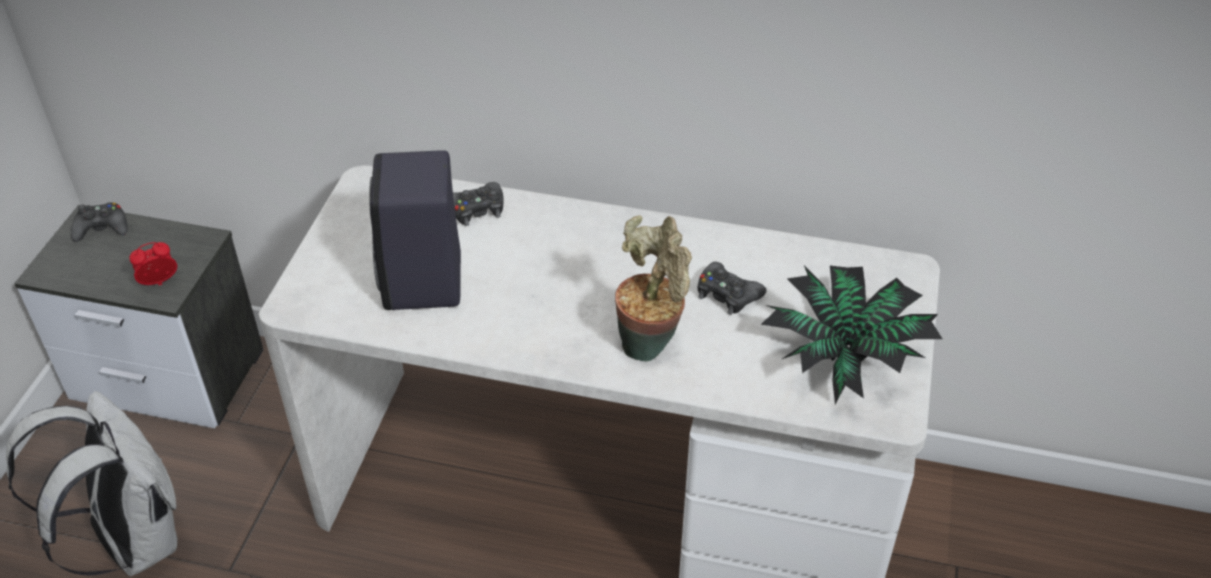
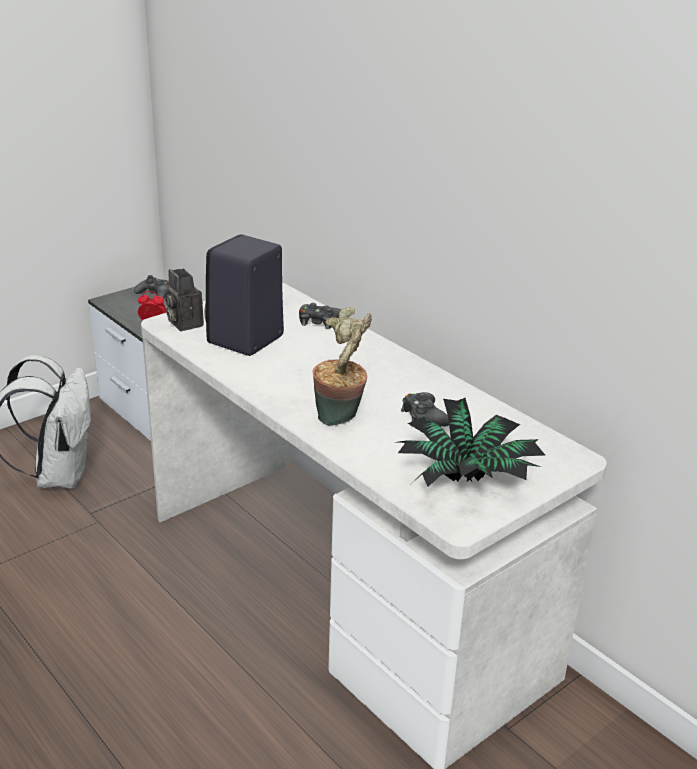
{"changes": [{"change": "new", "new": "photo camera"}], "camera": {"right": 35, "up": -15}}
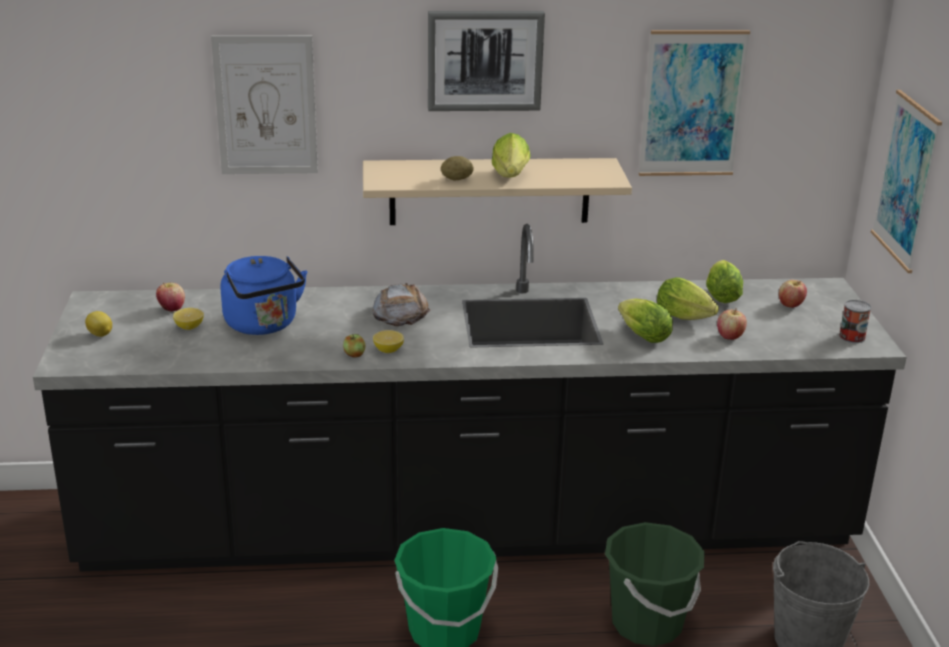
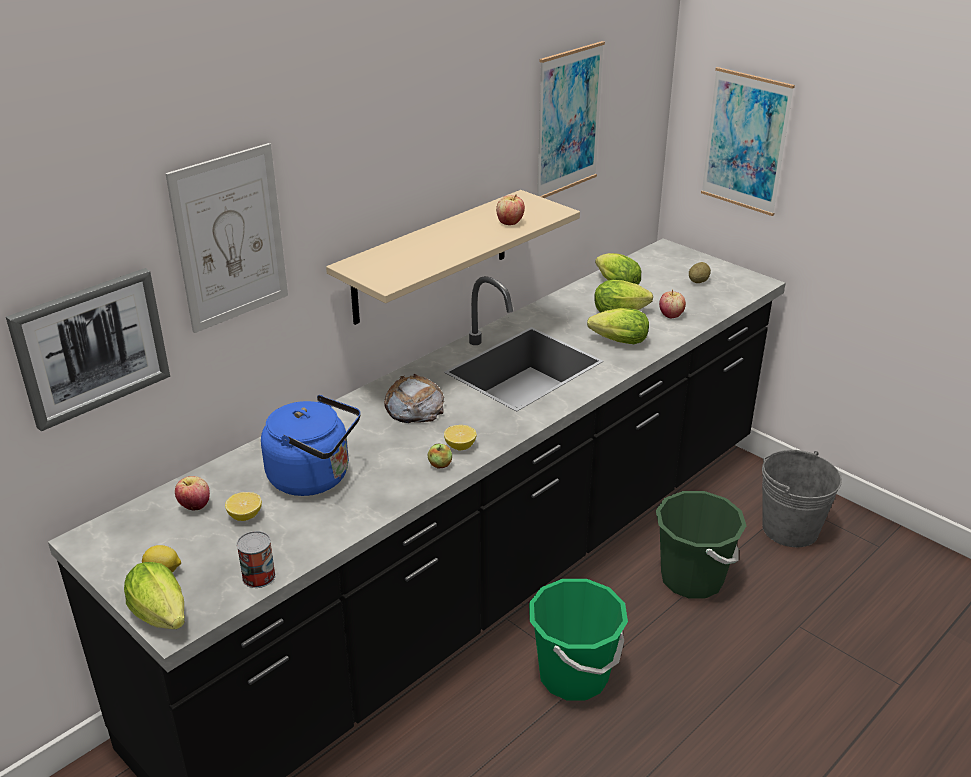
{"changes": [{"change": "shifted", "old": "picture (no. 2 from left in the first image)", "new": "picture (no. 1 from left)"}, {"change": "shifted", "old": "lettuce (no. 1 from left)"}, {"change": "shifted", "old": "can"}, {"change": "shifted", "old": "apple (no. 4 from left in the first image)", "new": "apple (no. 3 from left)"}, {"change": "shifted", "old": "potato"}], "camera": {"right": -40, "up": 5}}
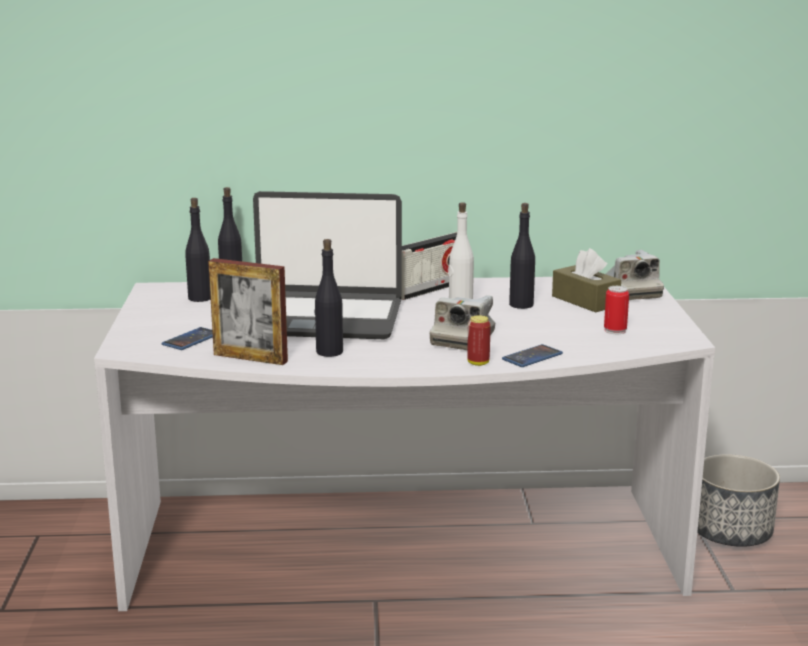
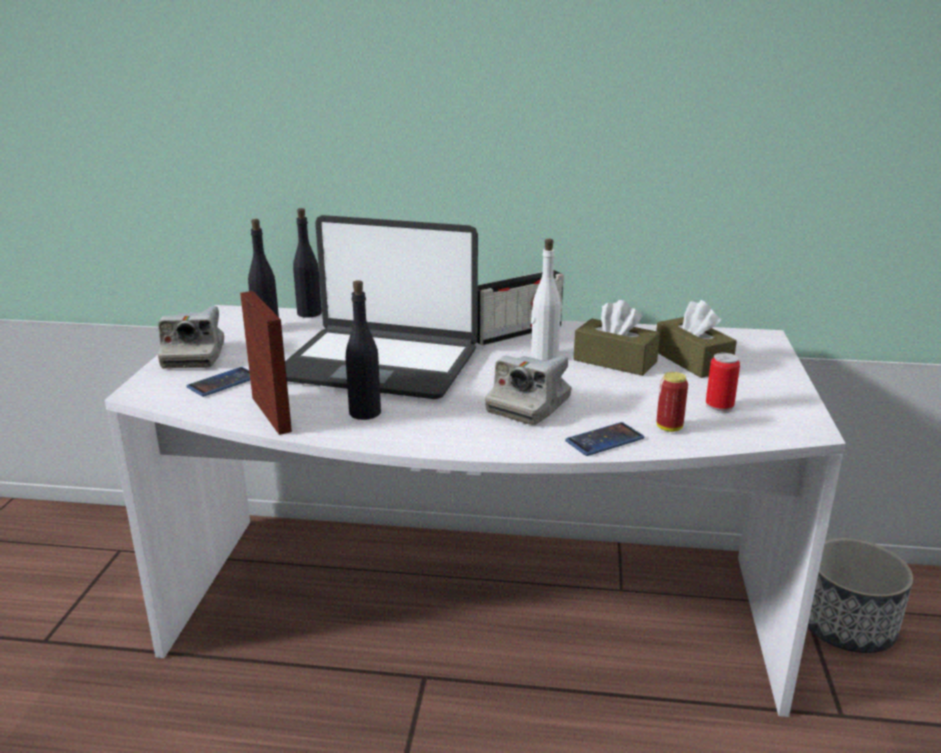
{"changes": [{"change": "shifted", "old": "photo camera (no. 2 from left in the first image)", "new": "photo camera (no. 1 from left)"}, {"change": "rotated", "old": "picture frame", "degrees": -150}, {"change": "swapped", "old": "bottle (black) (no. 4 from left)", "new": "tissue box (brown) (no. 1 from left)"}, {"change": "shifted", "old": "can (no. 1 from left)"}], "camera": {"right": 10, "up": 5}}
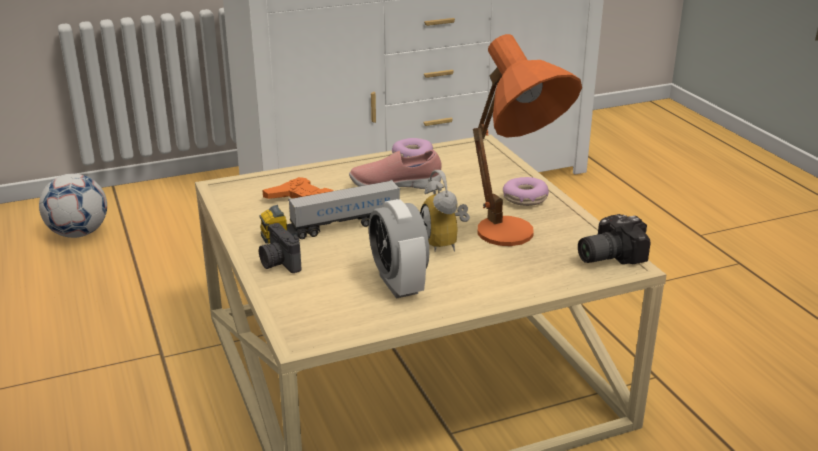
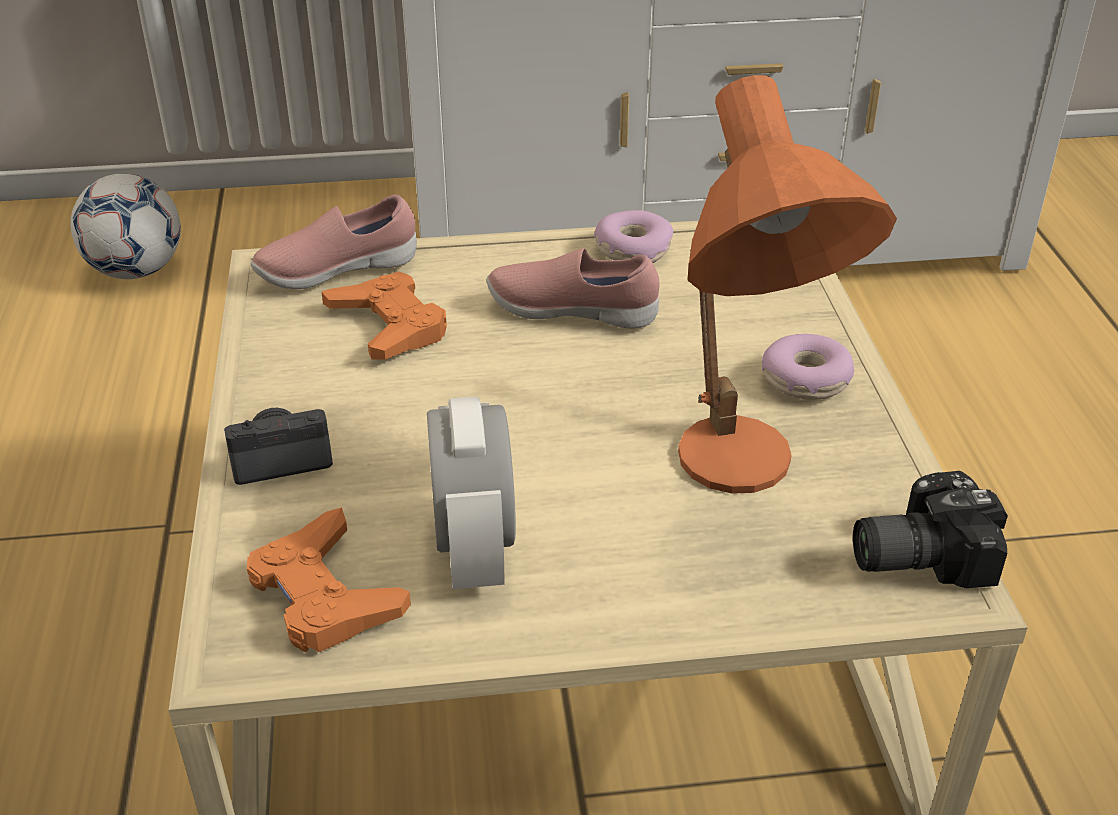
{"changes": [{"change": "rotated", "old": "photo camera (no. 1 from left)", "degrees": 90}, {"change": "new", "new": "game controller (orange) (no. 1 from left)"}, {"change": "new", "new": "shoe (pink) (no. 1 from left)"}, {"change": "gone", "old": "toy truck"}, {"change": "gone", "old": "alarm clock (no. 2 from left)"}], "camera": {"right": 15, "up": 10}}
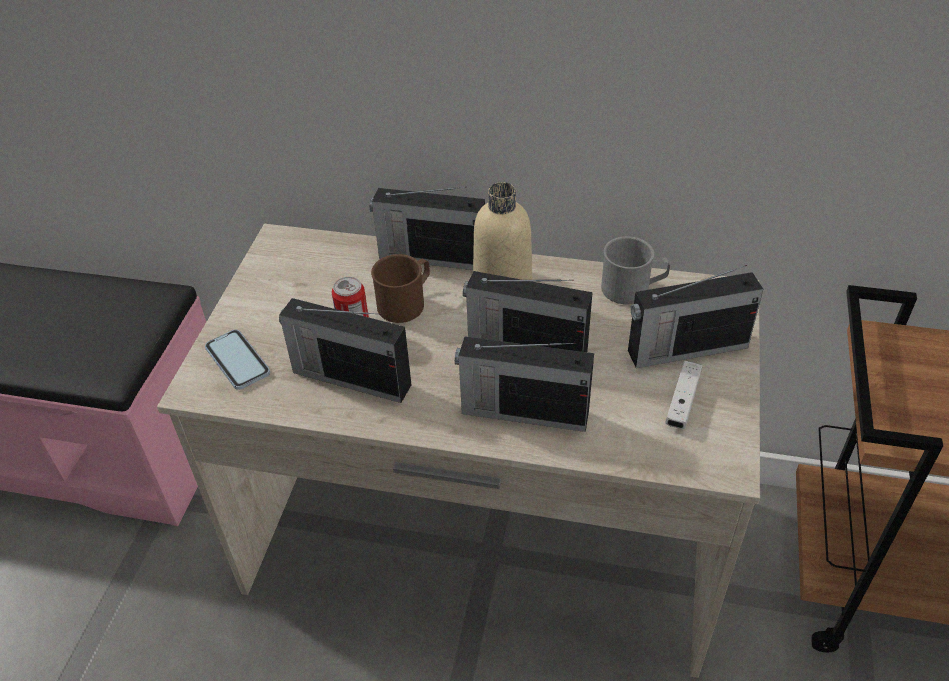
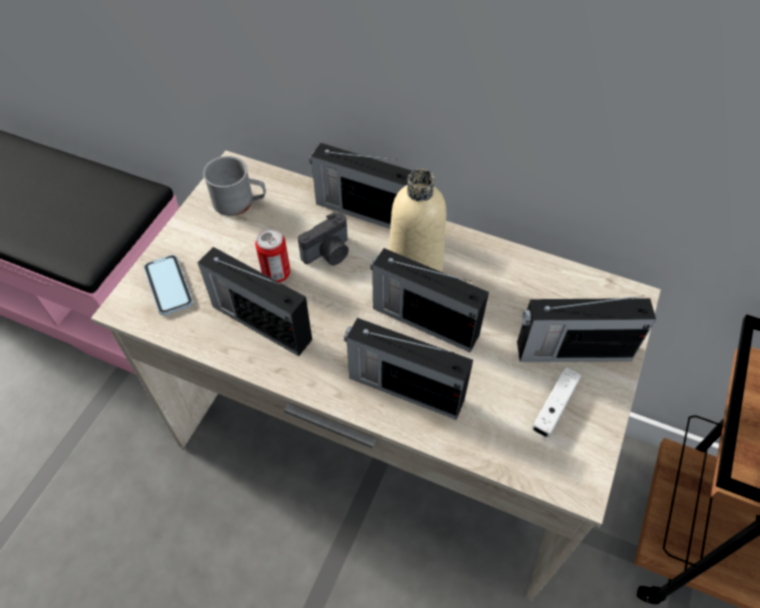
{"changes": [{"change": "shifted", "old": "mug (grey)"}, {"change": "swapped", "old": "mug (brown)", "new": "photo camera"}], "camera": {"right": 10, "up": 10}}
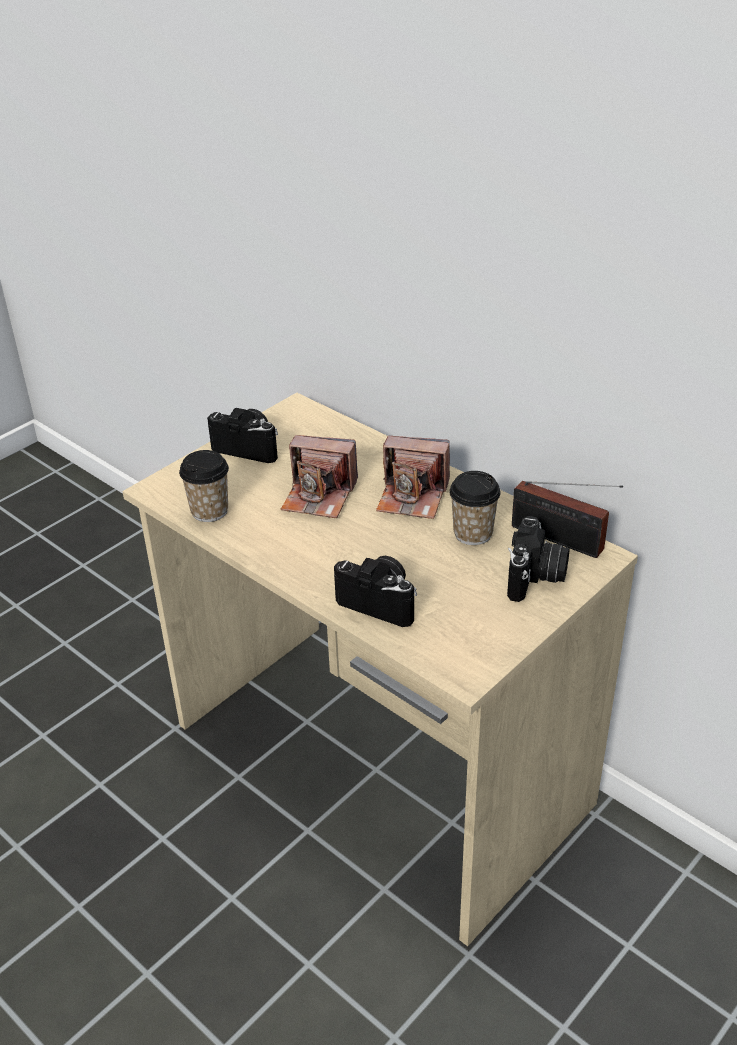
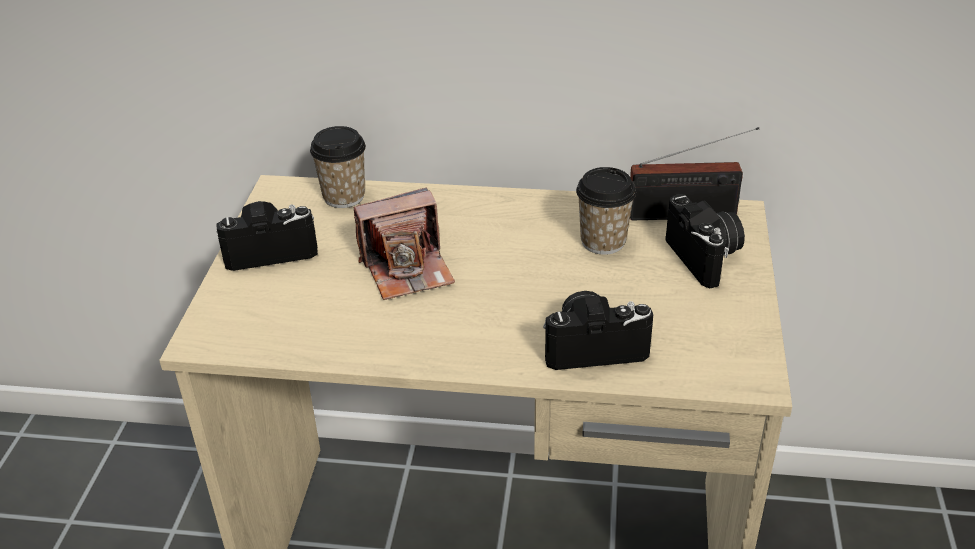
{"changes": [{"change": "shifted", "old": "cup (no. 1 from left)"}, {"change": "gone", "old": "photo camera (no. 4 from left)"}], "camera": {"right": -35, "up": 0}}
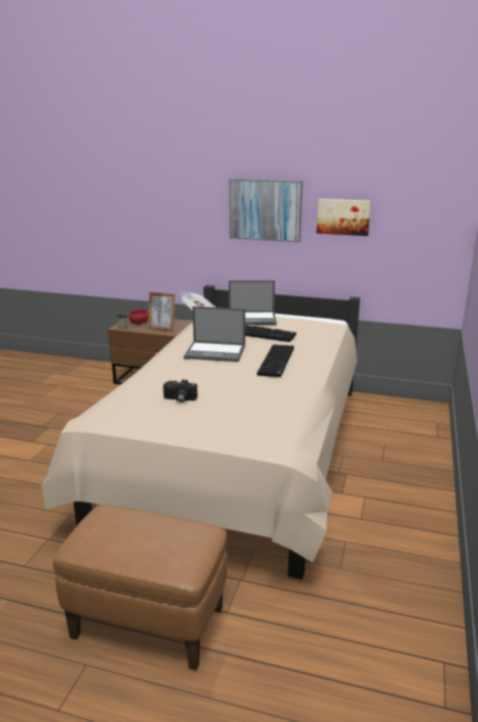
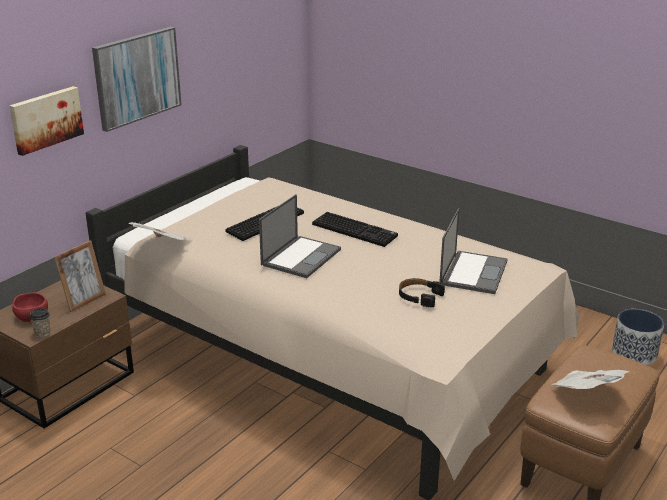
{"changes": [{"change": "shifted", "old": "picture (no. 2 from left in the first image)", "new": "picture (no. 1 from left)"}, {"change": "swapped", "old": "photo camera", "new": "headphones (black)"}, {"change": "shifted", "old": "laptop (no. 2 from left)"}, {"change": "new", "new": "newspaper (no. 2 from left)"}, {"change": "new", "new": "planter"}], "camera": {"right": -70, "up": 5}}
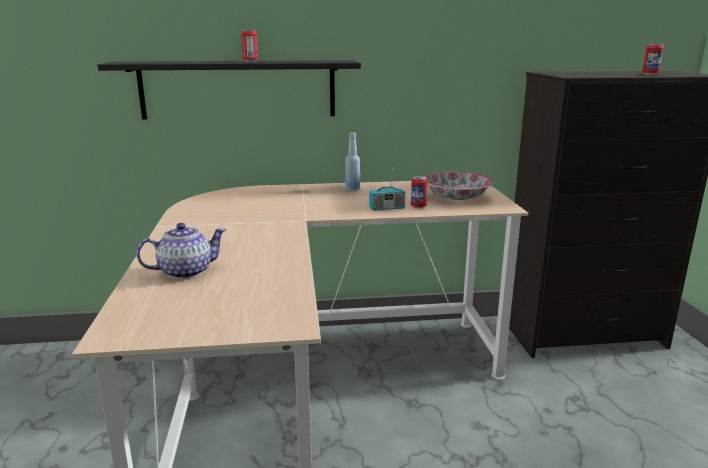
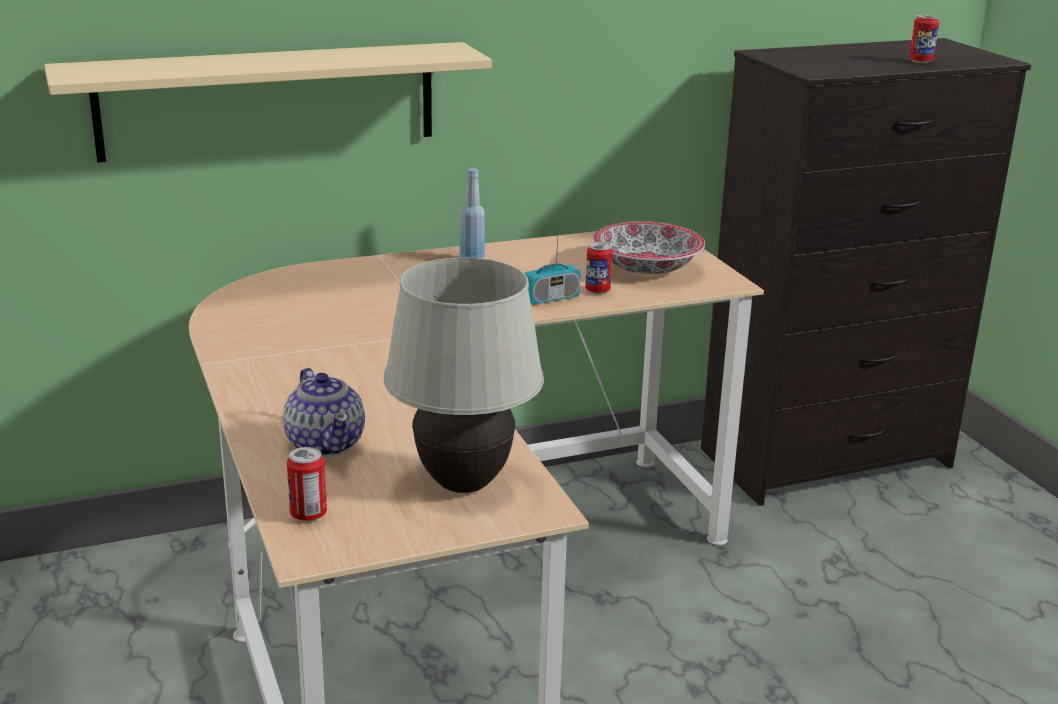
{"changes": [{"change": "repainted", "old": "shelf (black)", "new": "shelf (beige)"}, {"change": "rotated", "old": "teapot", "degrees": 105}, {"change": "shifted", "old": "can (no. 1 from left)"}, {"change": "new", "new": "table lamp (white)"}], "camera": {"right": -15, "up": 5}}
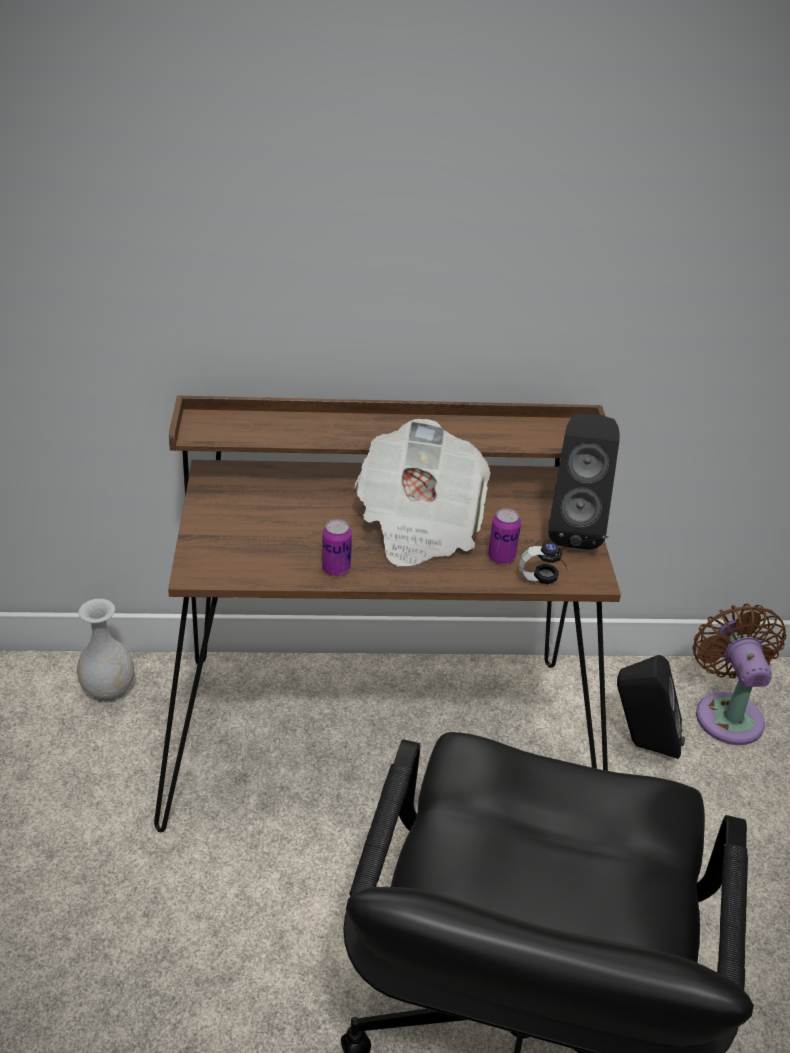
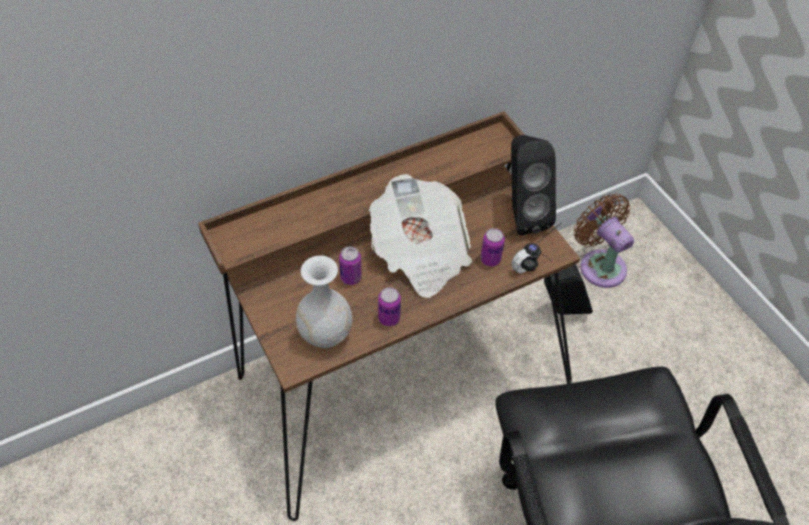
{"changes": [{"change": "shifted", "old": "vase (white)"}, {"change": "new", "new": "can (no. 1 from left)"}], "camera": {"right": -25, "up": 15}}
